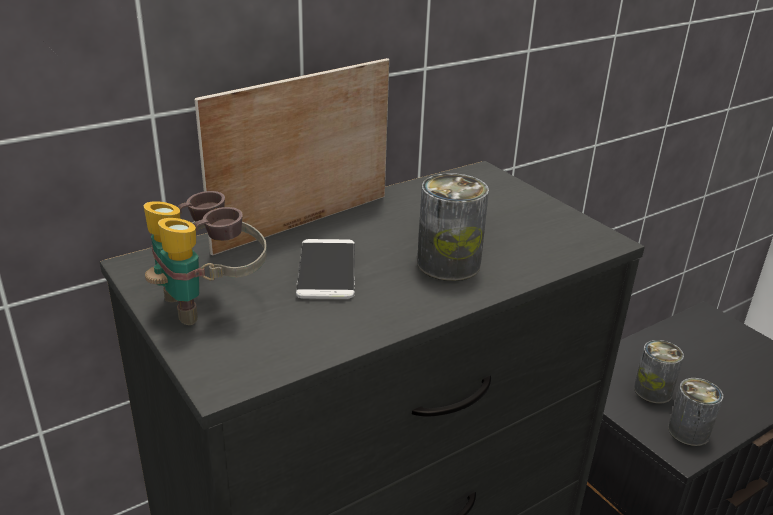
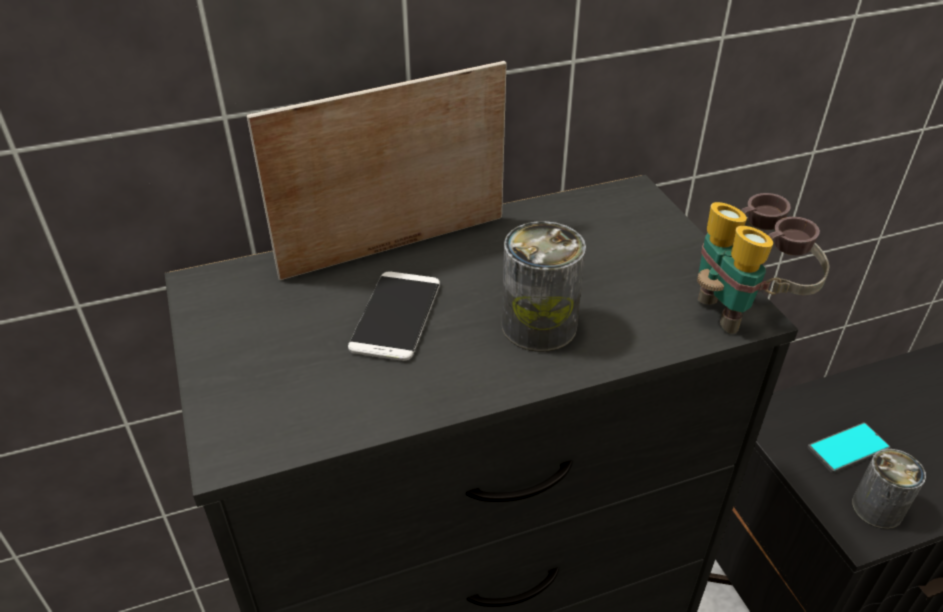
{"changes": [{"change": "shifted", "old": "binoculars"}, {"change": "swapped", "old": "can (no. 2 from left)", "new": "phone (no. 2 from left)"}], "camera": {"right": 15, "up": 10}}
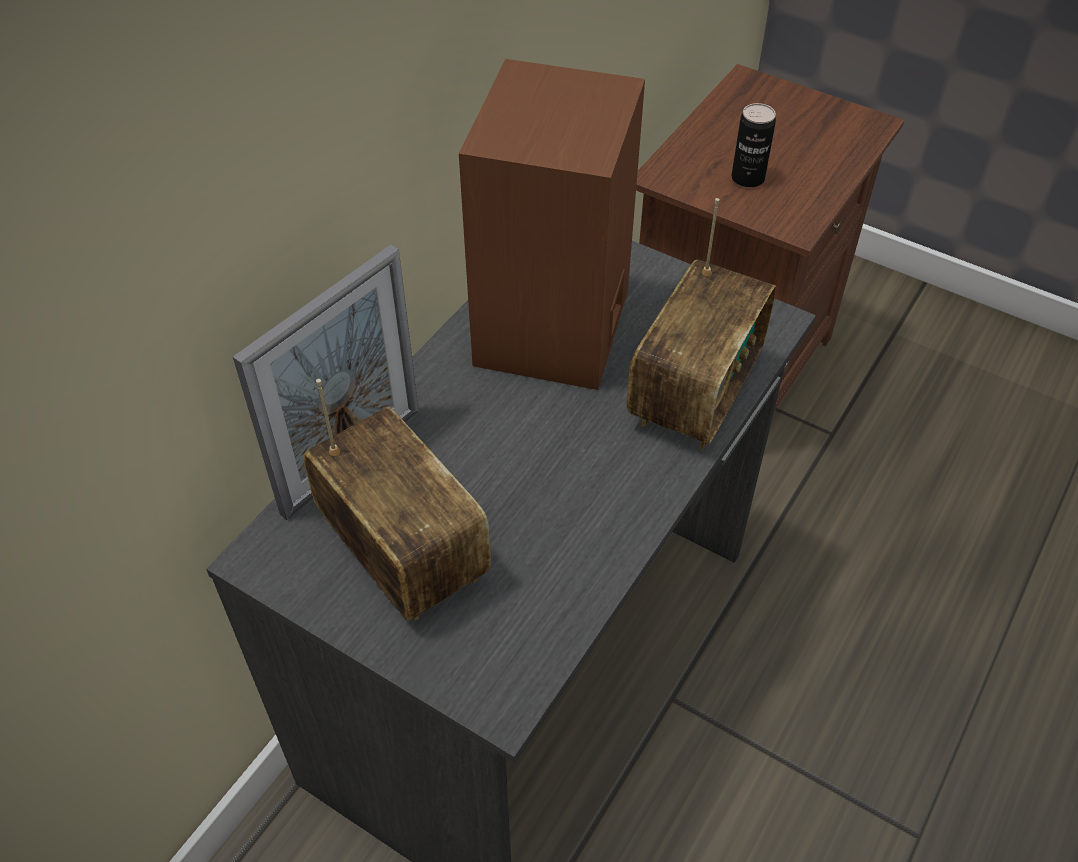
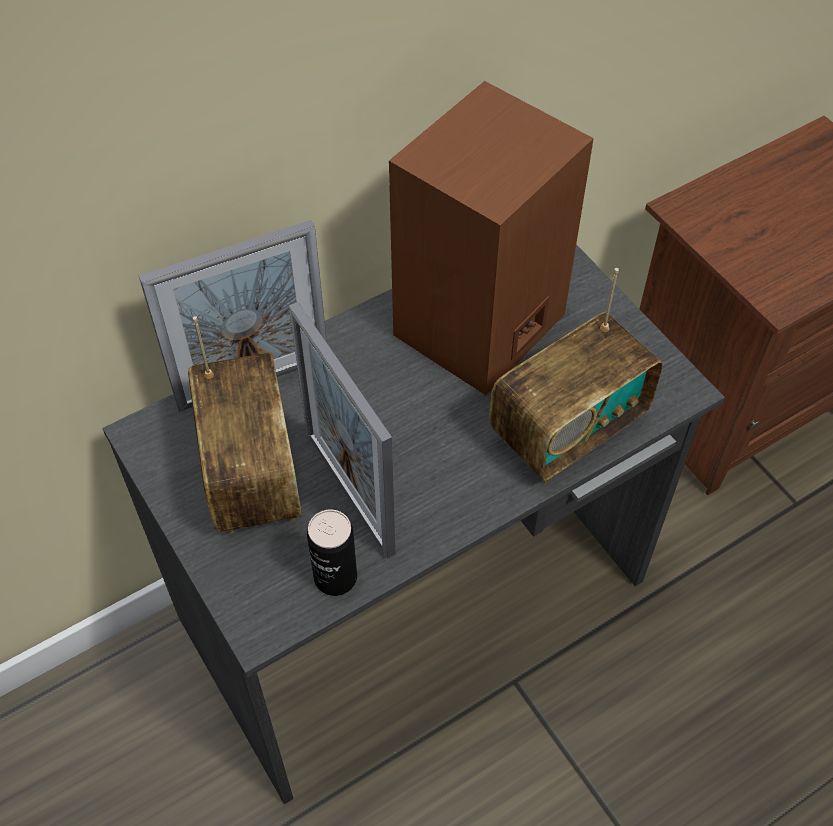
{"changes": [{"change": "new", "new": "picture frame (no. 2 from left)"}, {"change": "shifted", "old": "can"}], "camera": {"right": 25, "up": 5}}
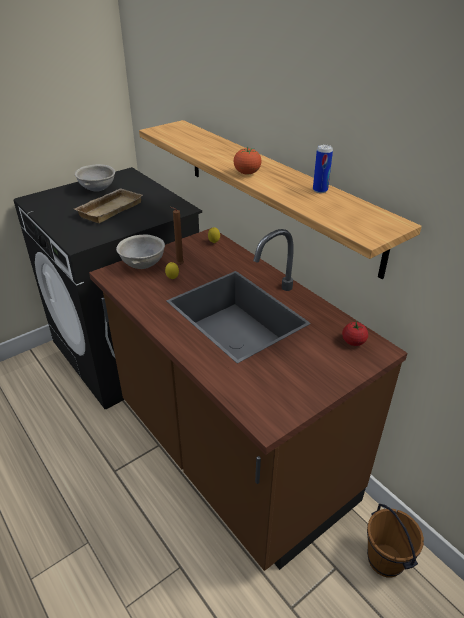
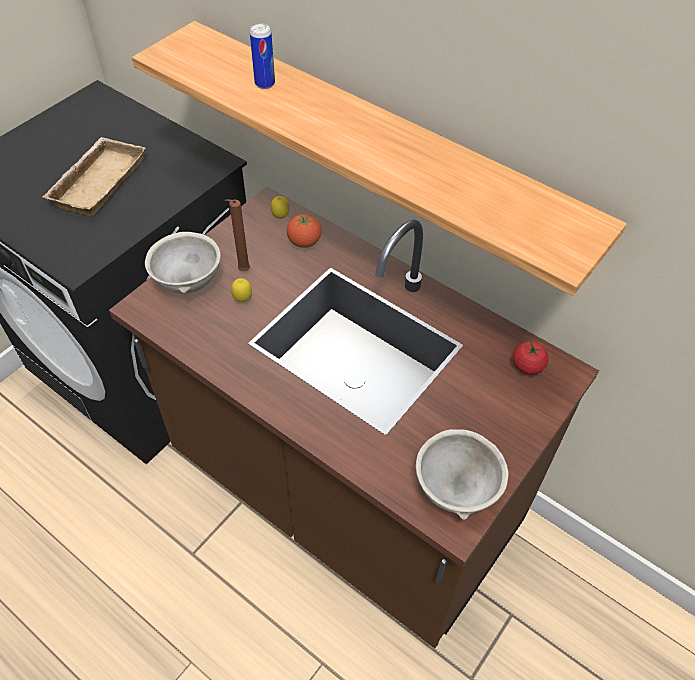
{"changes": [{"change": "shifted", "old": "can"}, {"change": "shifted", "old": "tomato (no. 1 from left)"}, {"change": "shifted", "old": "bowl (grey) (no. 1 from left in the first image)", "new": "bowl (grey) (no. 2 from left)"}, {"change": "gone", "old": "bucket (brown)"}], "camera": {"right": -15, "up": 15}}
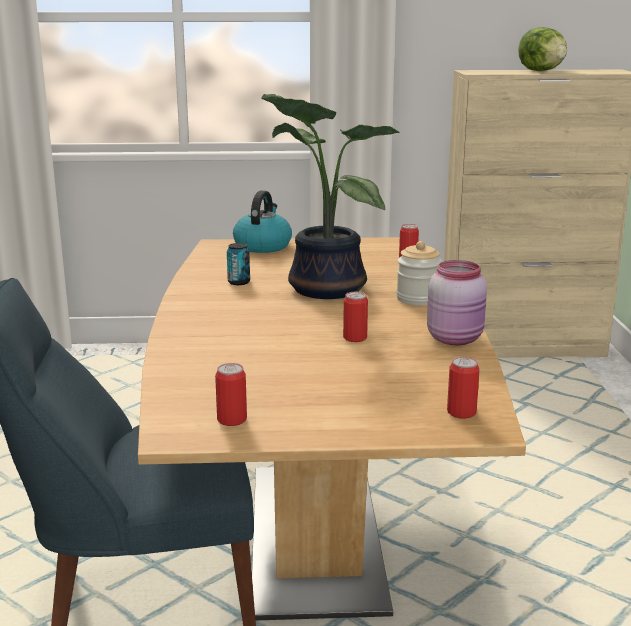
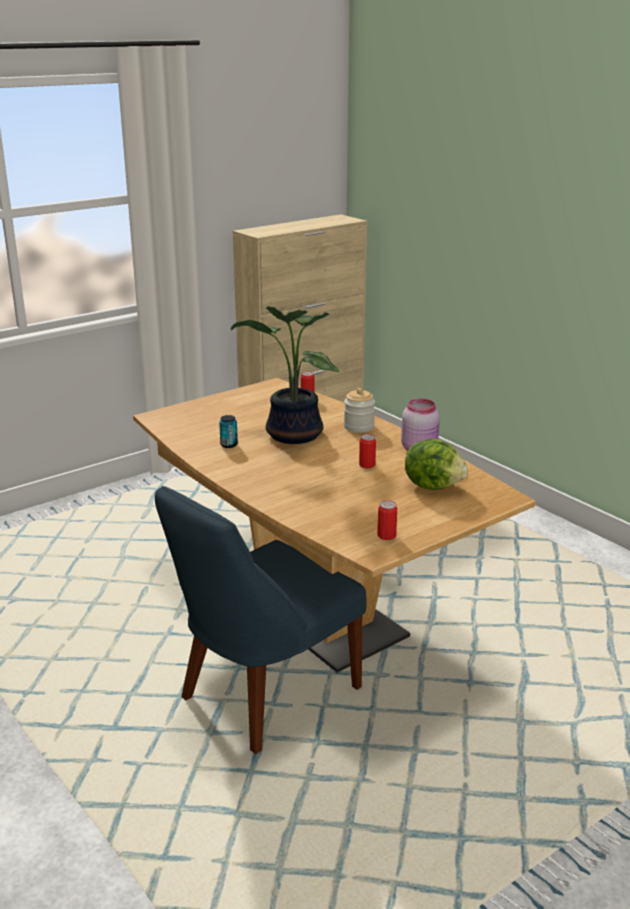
{"changes": [{"change": "shifted", "old": "lettuce"}, {"change": "gone", "old": "kettle"}, {"change": "gone", "old": "can (no. 5 from left)"}], "camera": {"right": -35, "up": 5}}
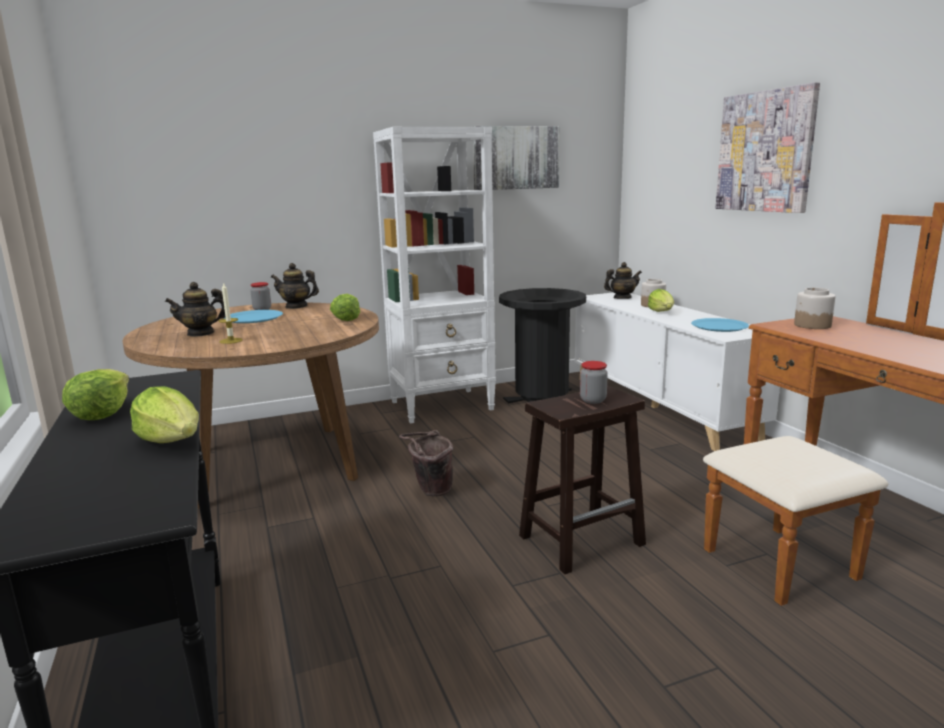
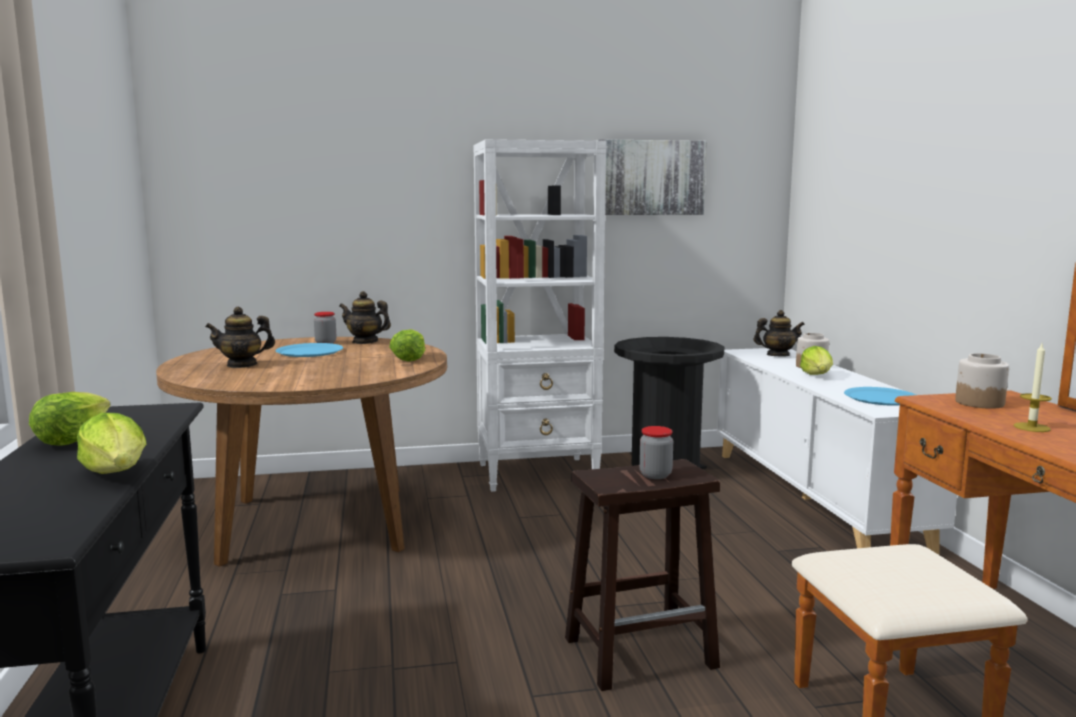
{"changes": [{"change": "shifted", "old": "candle"}, {"change": "gone", "old": "bucket (brown)"}, {"change": "gone", "old": "picture (no. 2 from left)"}], "camera": {"right": 10, "up": -5}}
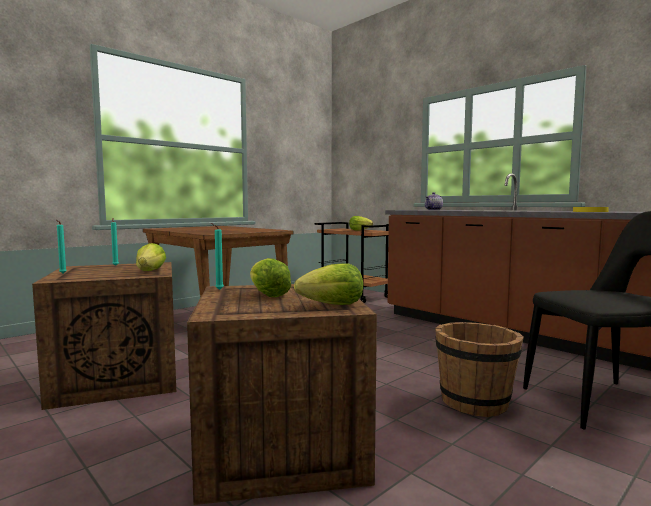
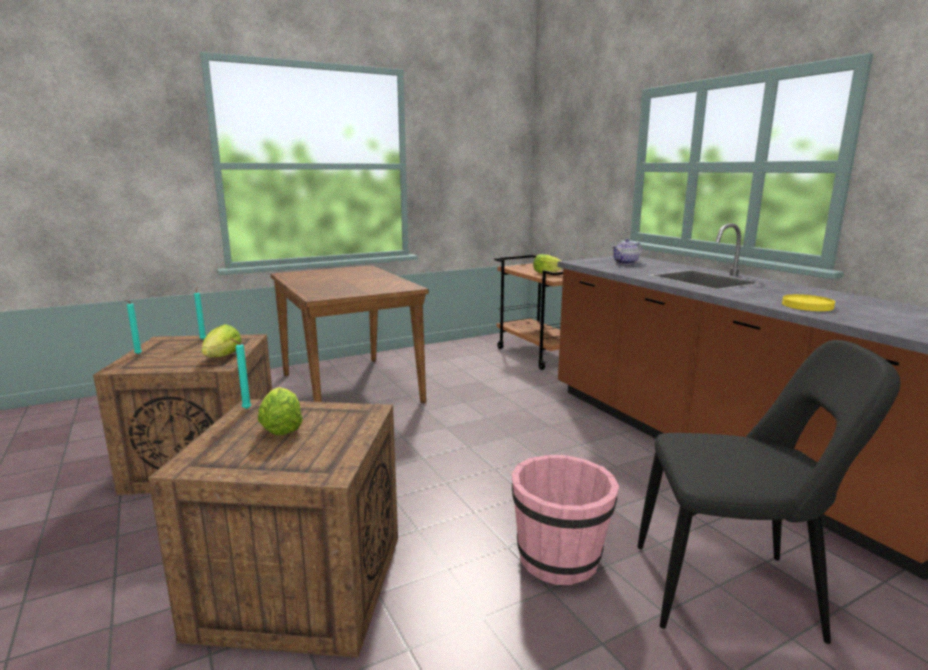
{"changes": [{"change": "repainted", "old": "bucket (brown)", "new": "bucket (pink)"}, {"change": "gone", "old": "lettuce (no. 3 from left)"}], "camera": {"right": 15, "up": 10}}
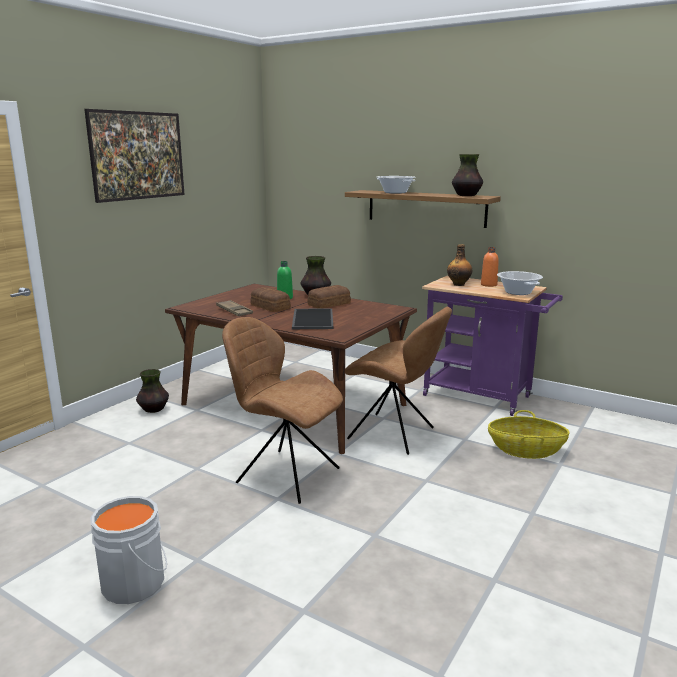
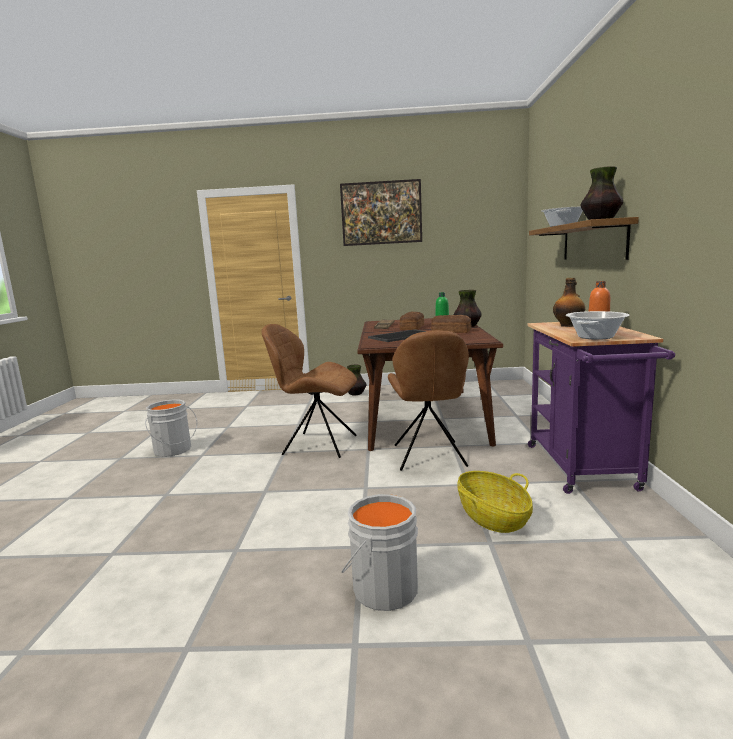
{"changes": [{"change": "rotated", "old": "chair (brown) (no. 1 from left)", "degrees": -75}, {"change": "new", "new": "bucket (grey) (no. 2 from left)"}], "camera": {"right": 60, "up": -5}}
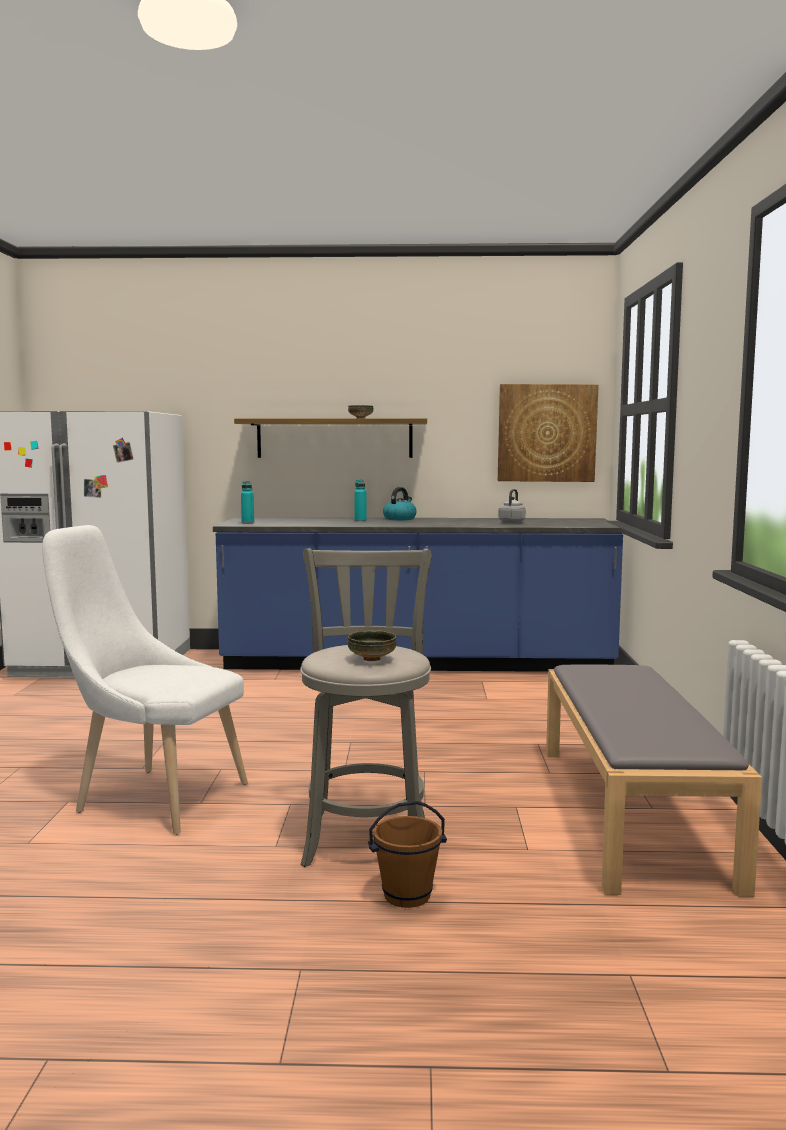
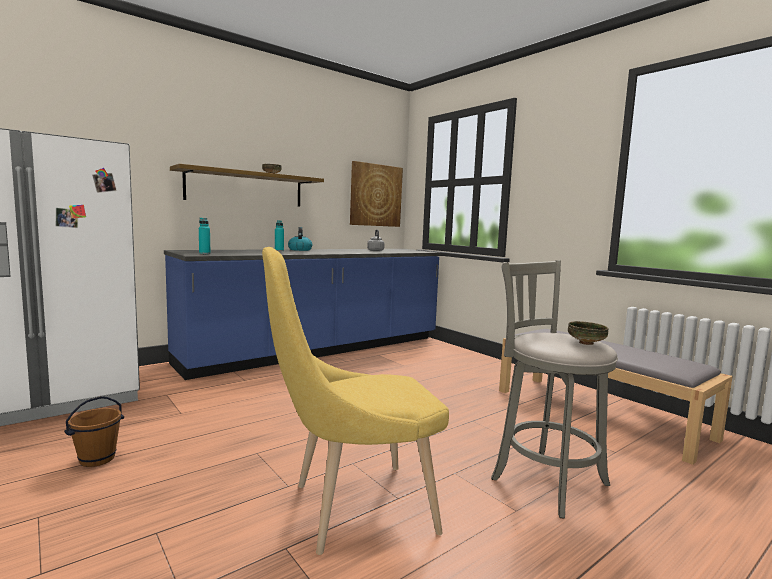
{"changes": [{"change": "shifted", "old": "bucket (brown)"}, {"change": "repainted", "old": "chair (white)", "new": "chair (yellow)"}], "camera": {"right": -40, "up": 0}}
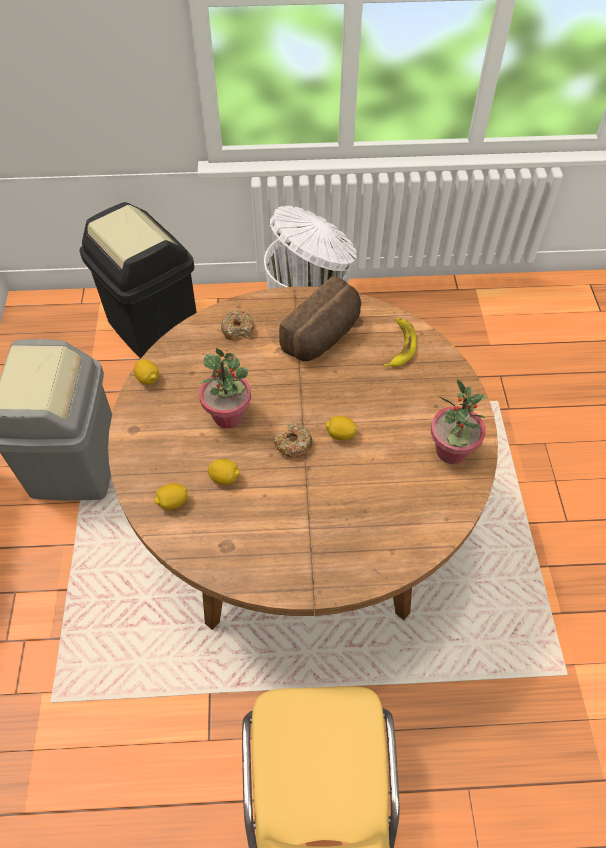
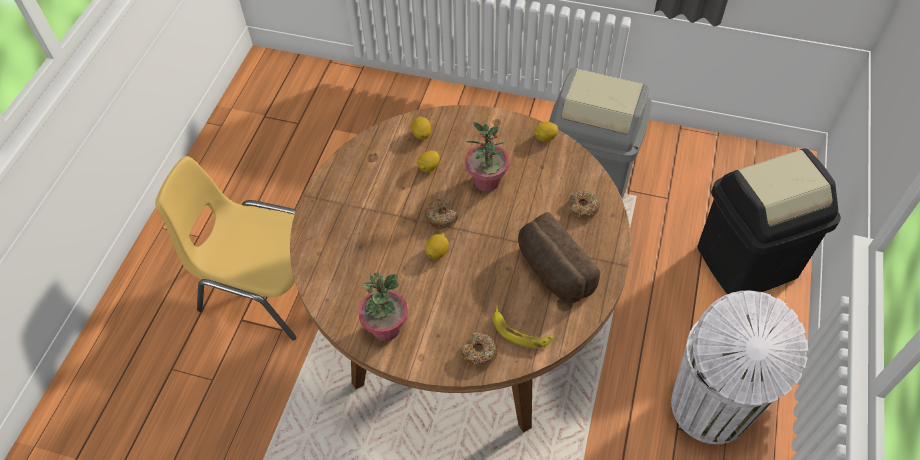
{"changes": [{"change": "new", "new": "donut (no. 2 from left)"}], "camera": {"right": 110, "up": 0}}
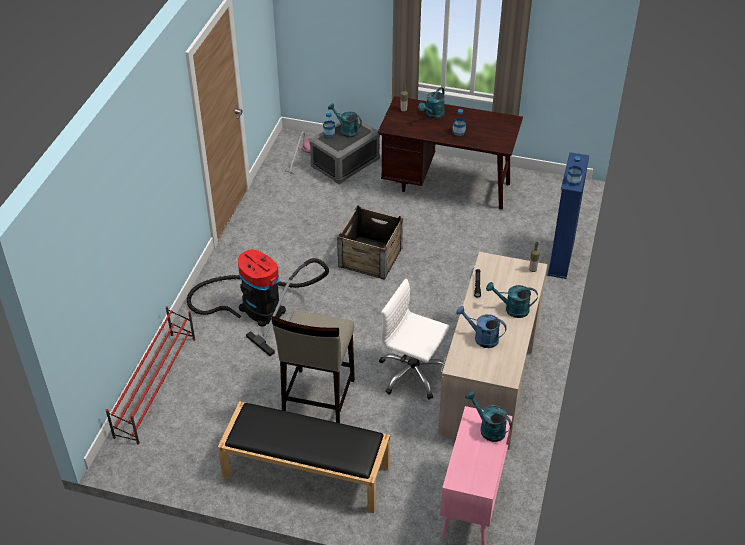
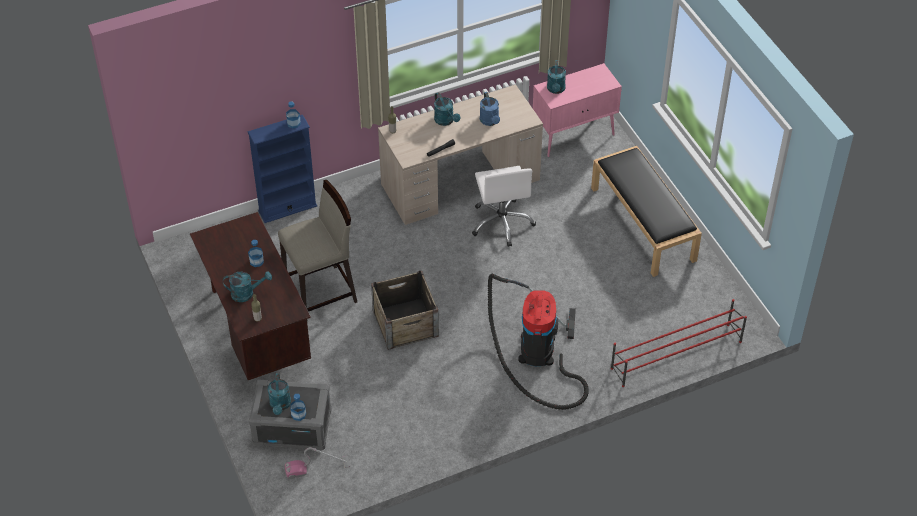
{"changes": [{"change": "shifted", "old": "stool (beige)"}], "camera": {"right": -130, "up": 5}}
